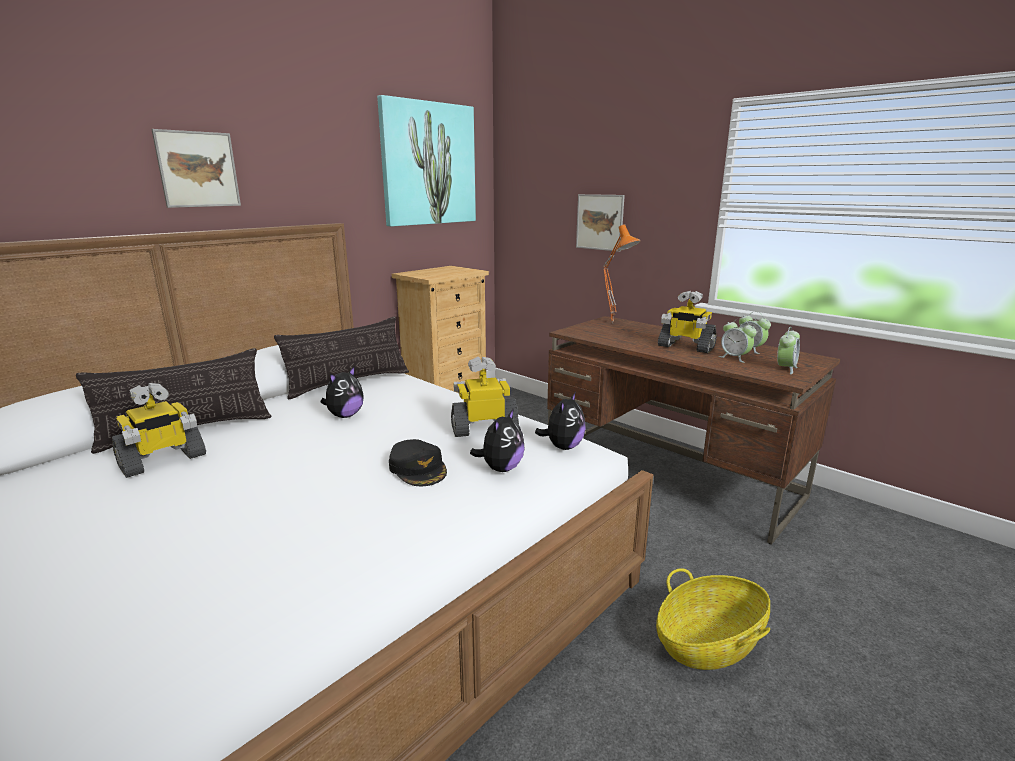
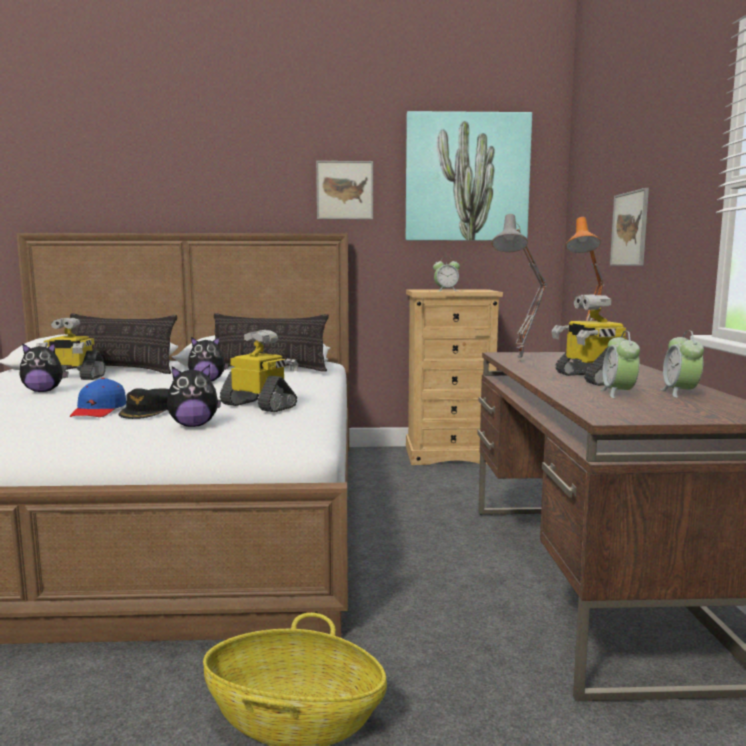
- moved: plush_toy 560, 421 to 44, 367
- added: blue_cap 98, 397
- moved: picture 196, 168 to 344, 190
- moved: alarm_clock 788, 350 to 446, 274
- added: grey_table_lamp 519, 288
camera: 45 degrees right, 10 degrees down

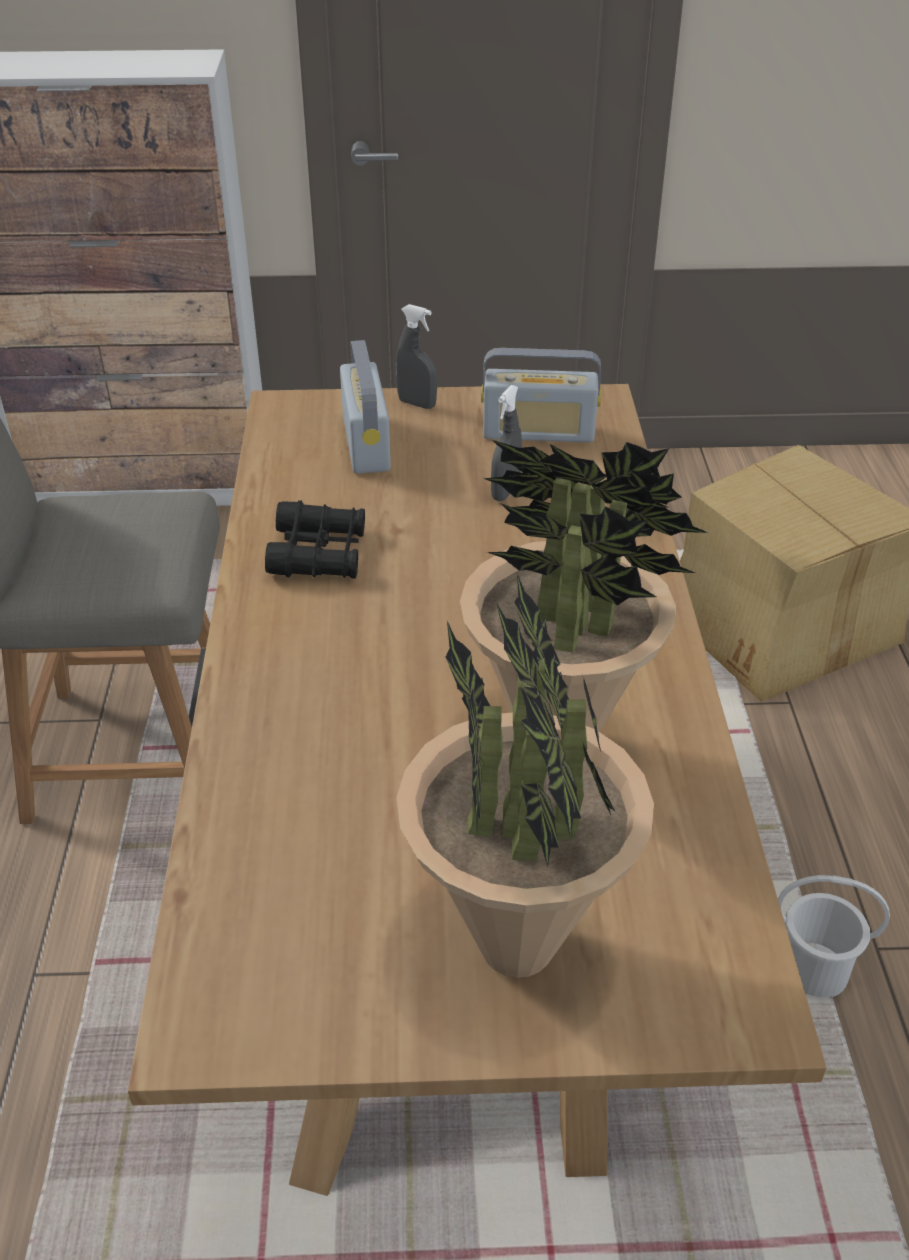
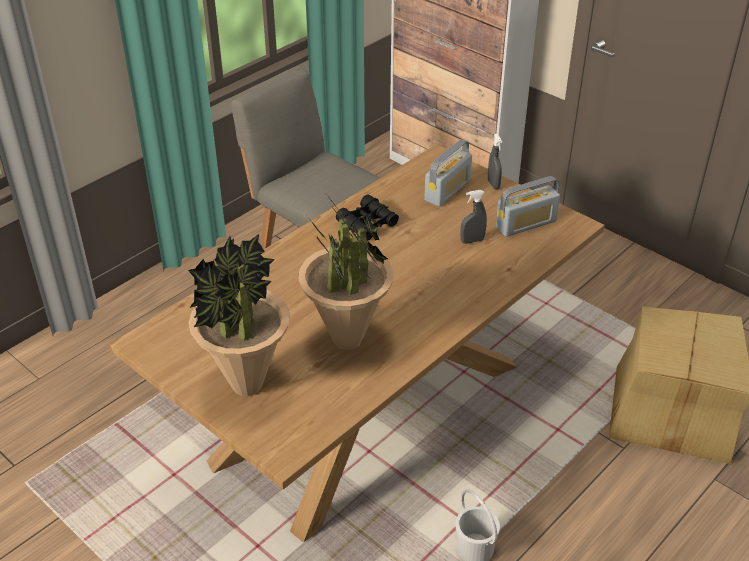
- turned: radio 541, 395 = 528, 206 75 degrees counterclockwise
camera: 45 degrees right, 0 degrees up

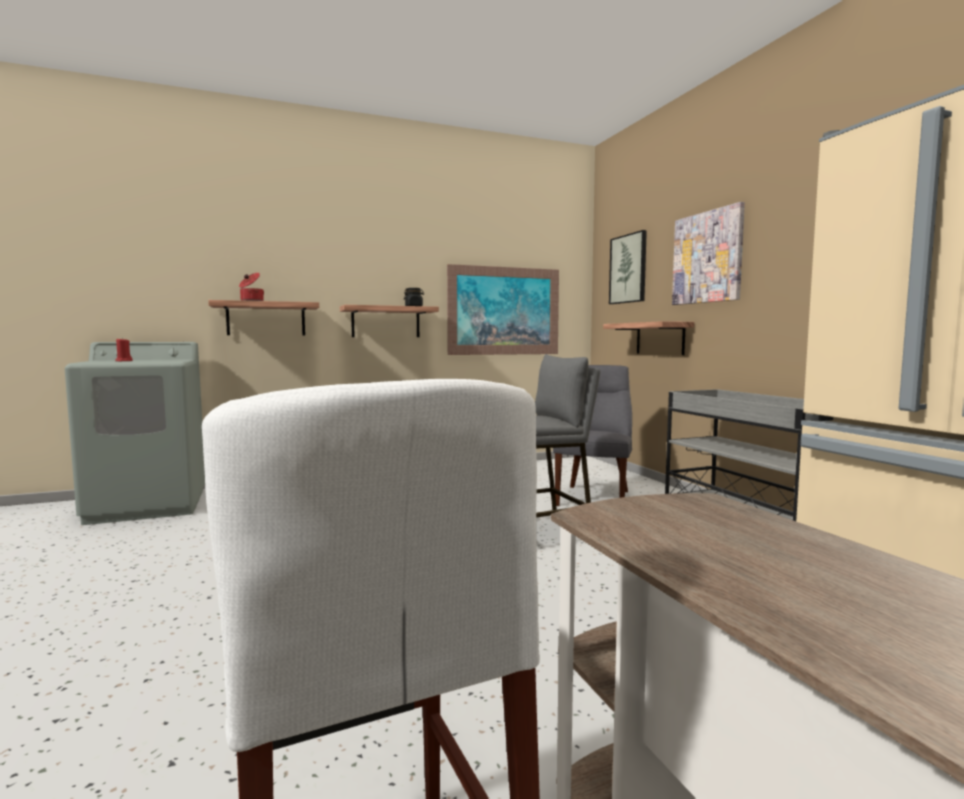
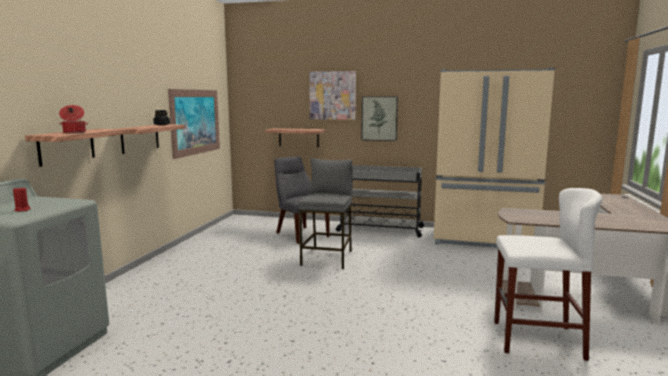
- moved: picture 628, 267 to 379, 118
camera: 55 degrees left, 5 degrees up

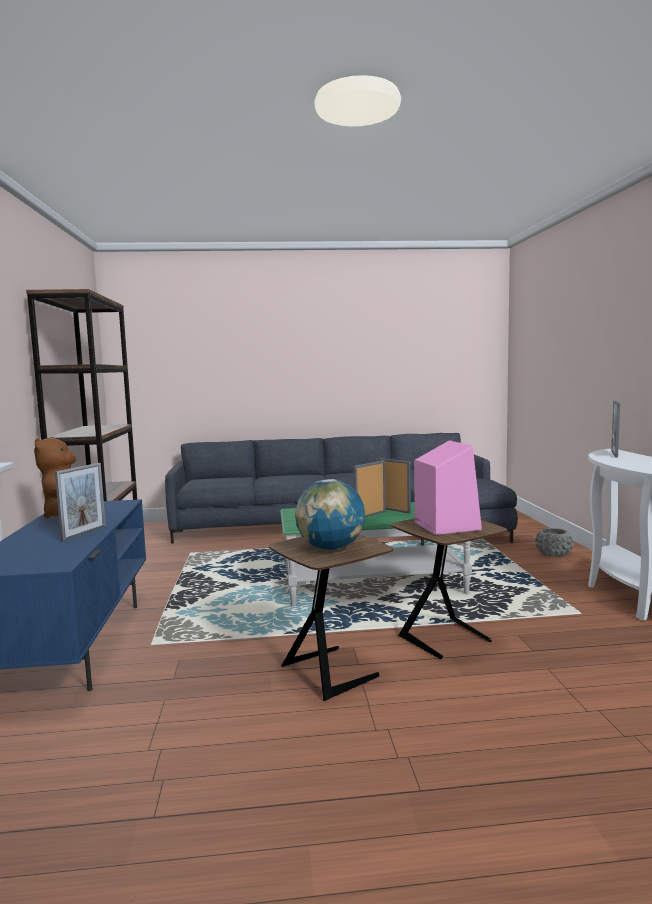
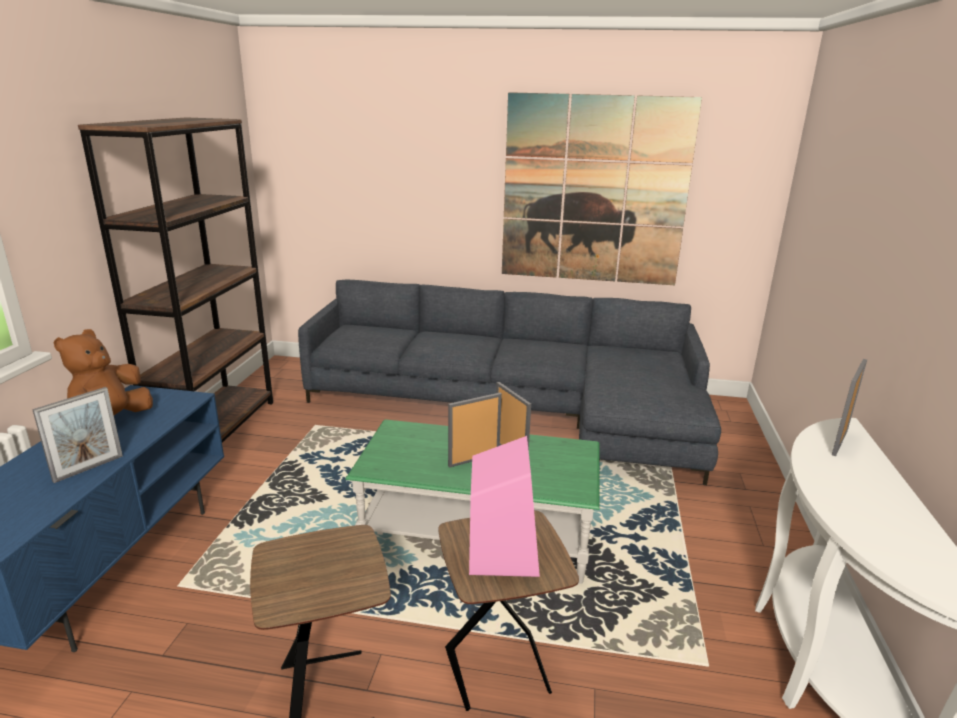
- added: picture 602, 188
- removed: globe 330, 514
- removed: grey_planter 554, 542
camera: 15 degrees right, 15 degrees up

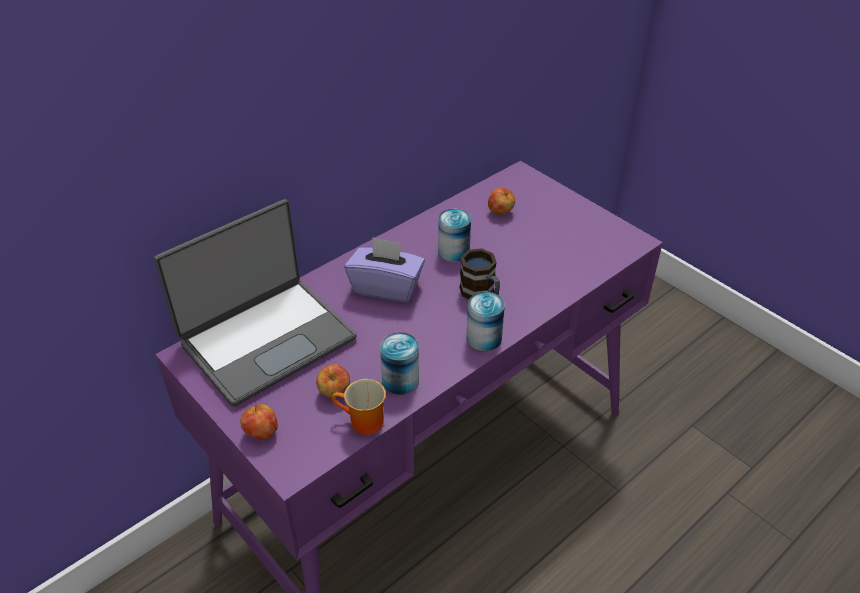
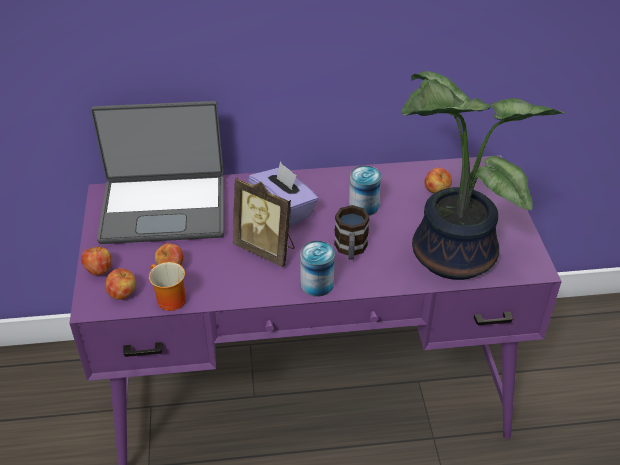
- added: apple 120, 284
- added: picture_frame 264, 222
- added: potted_plant 483, 175
- removed: can 399, 363
camera: 35 degrees right, 0 degrees up

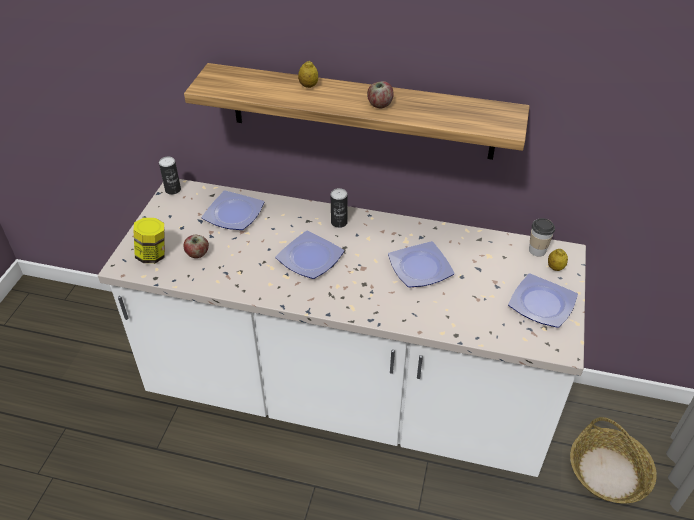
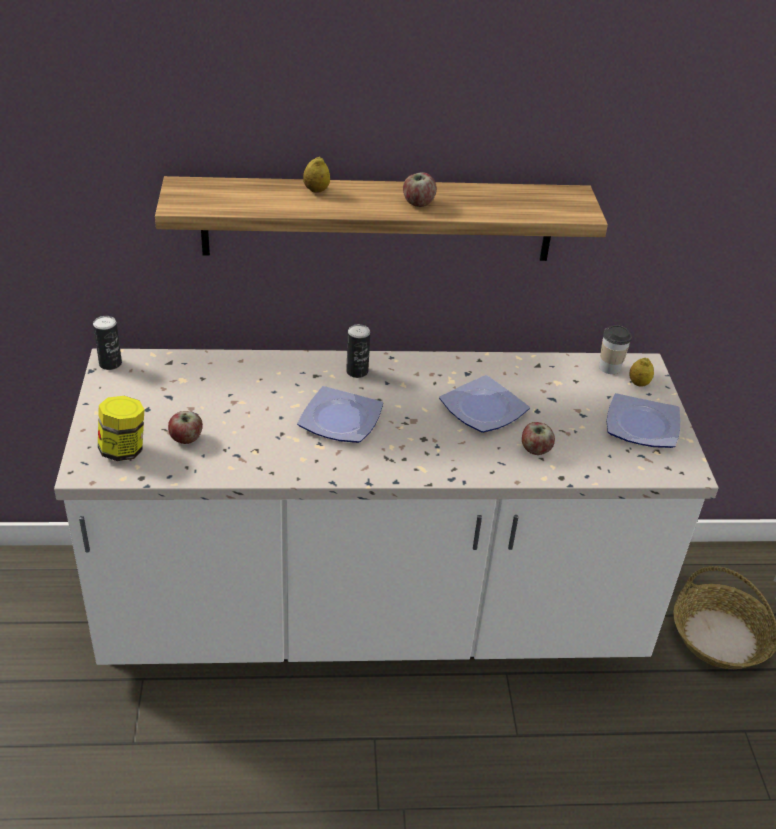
- added: apple 538, 438
- removed: plate 232, 210
camera: 20 degrees left, 5 degrees down

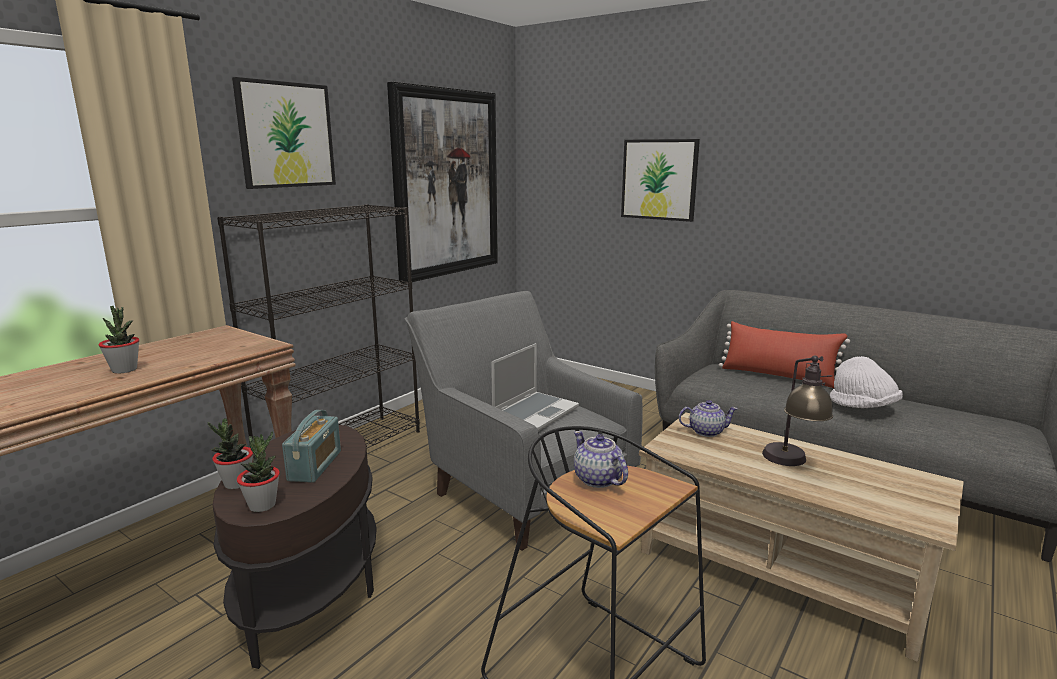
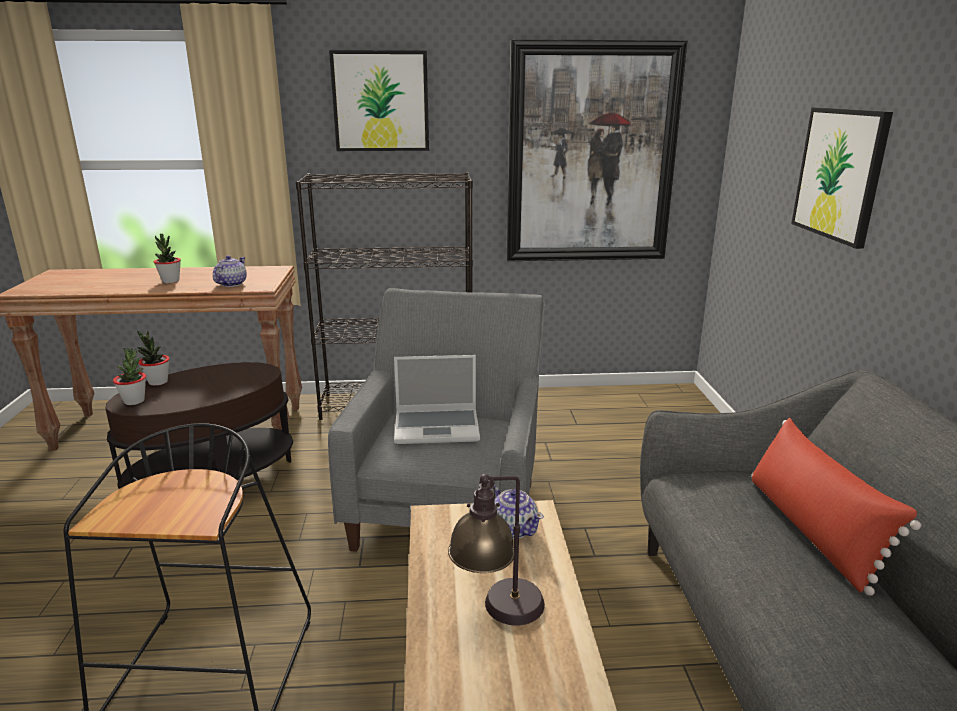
- moved: teapot 601, 459 to 230, 271
- removed: radio 311, 446
- removed: white_hat 866, 382
camera: 50 degrees right, 5 degrees up

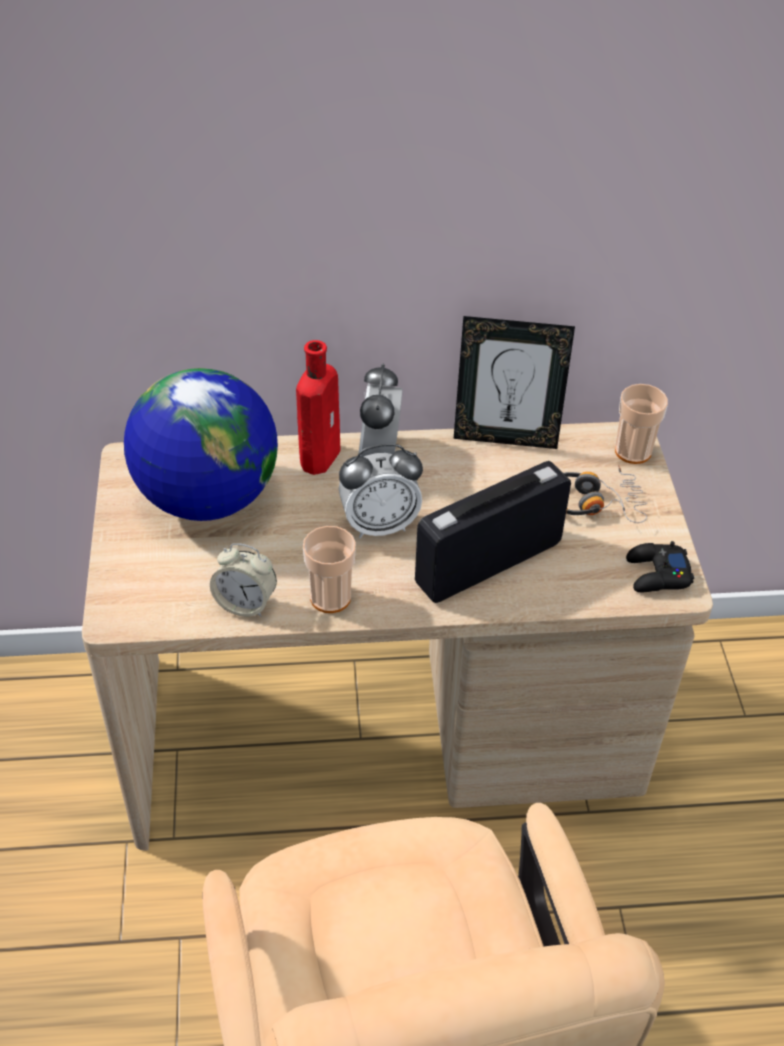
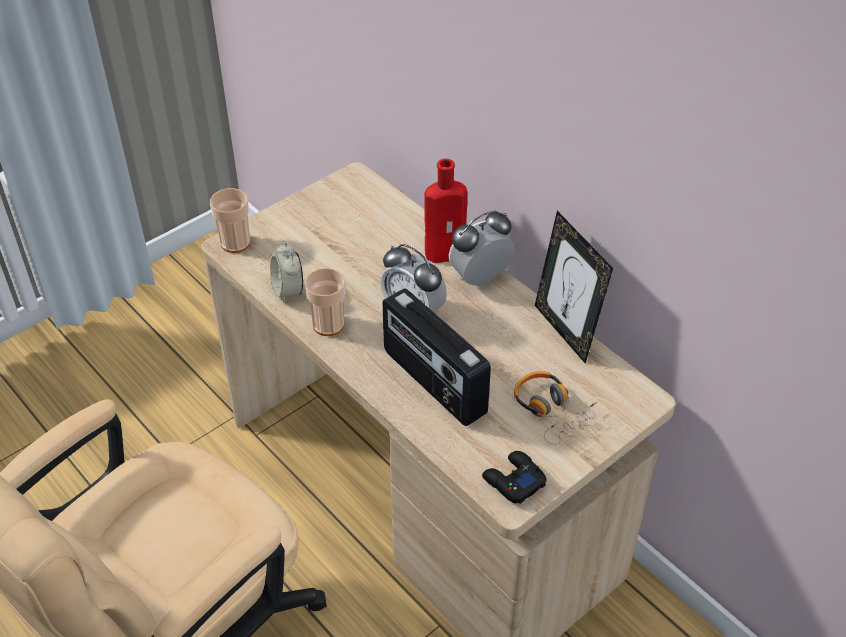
- moved: cup 641, 424 to 230, 220
- turned: radio 493, 532 = 436, 357 150 degrees counterclockwise
- removed: globe 201, 444
camera: 55 degrees right, 0 degrees up

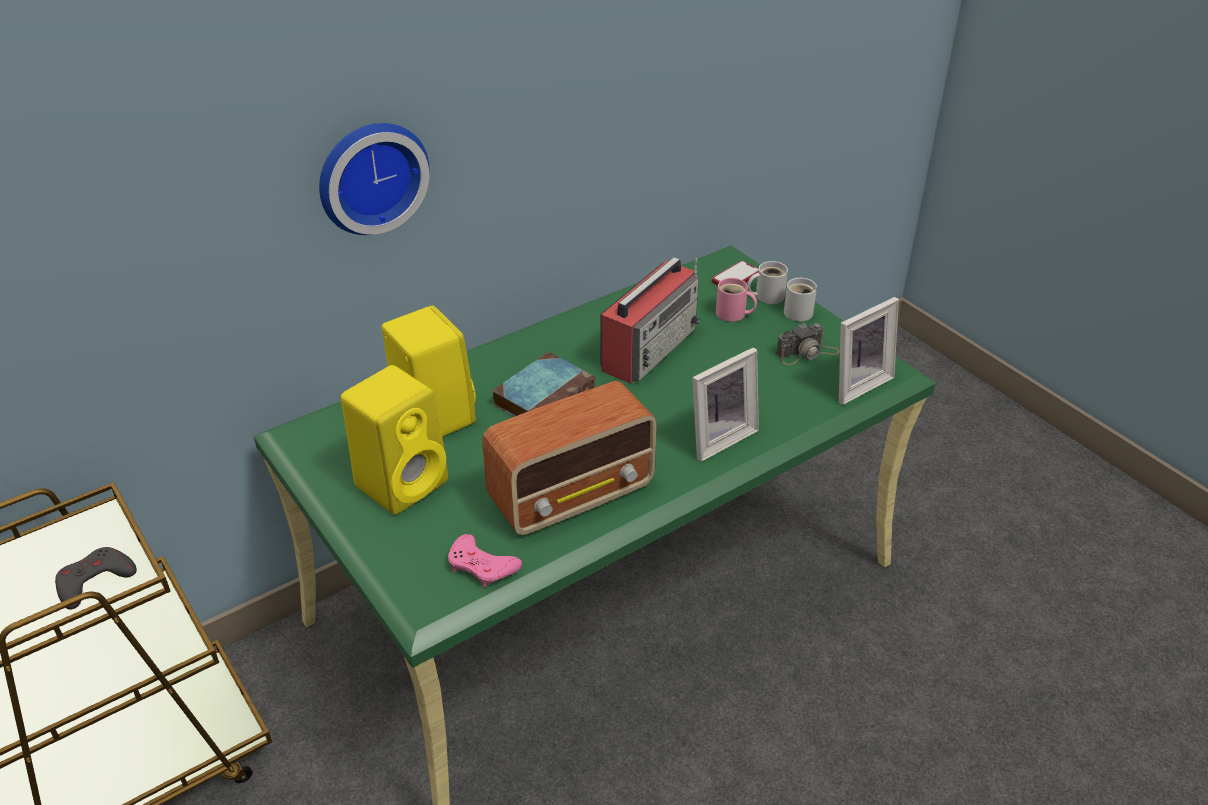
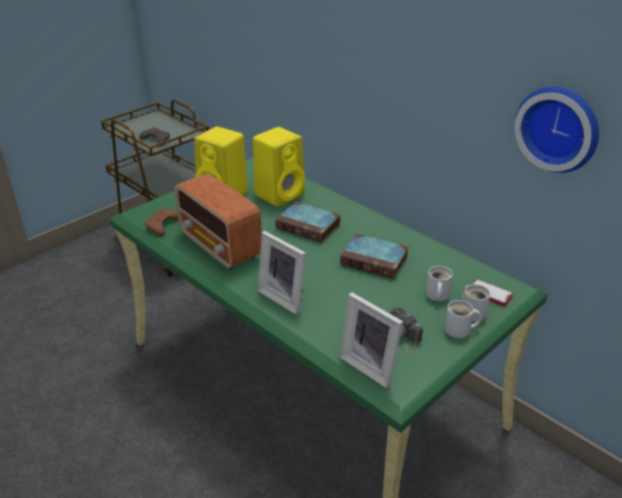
- recoloured: pink_game_controller 485, 561 to brown_game_controller 161, 222
- replaced: radio 650, 320 to book 374, 256
- recoloured: pink_mug 736, 300 to white_mug 439, 283
- moved: wall_clock 374, 179 to 557, 130
camera: 80 degrees right, 5 degrees down

